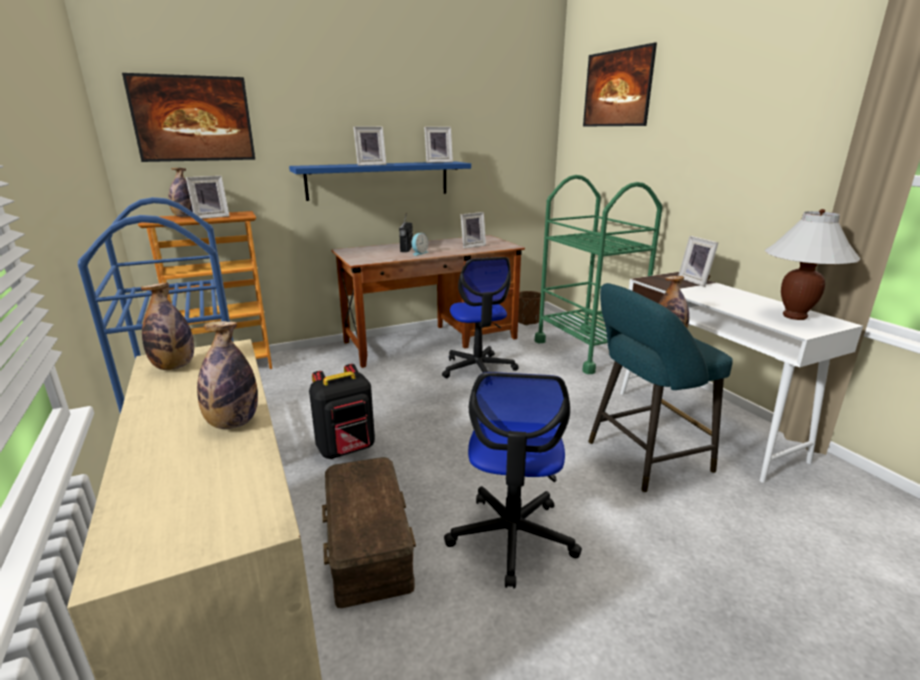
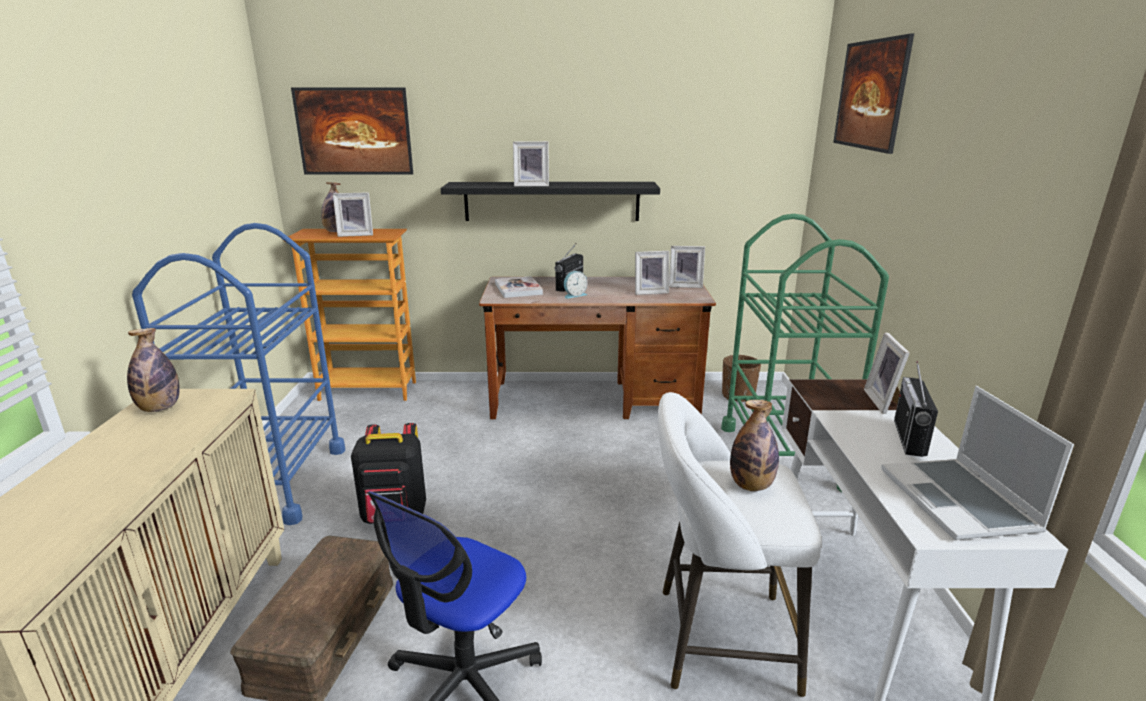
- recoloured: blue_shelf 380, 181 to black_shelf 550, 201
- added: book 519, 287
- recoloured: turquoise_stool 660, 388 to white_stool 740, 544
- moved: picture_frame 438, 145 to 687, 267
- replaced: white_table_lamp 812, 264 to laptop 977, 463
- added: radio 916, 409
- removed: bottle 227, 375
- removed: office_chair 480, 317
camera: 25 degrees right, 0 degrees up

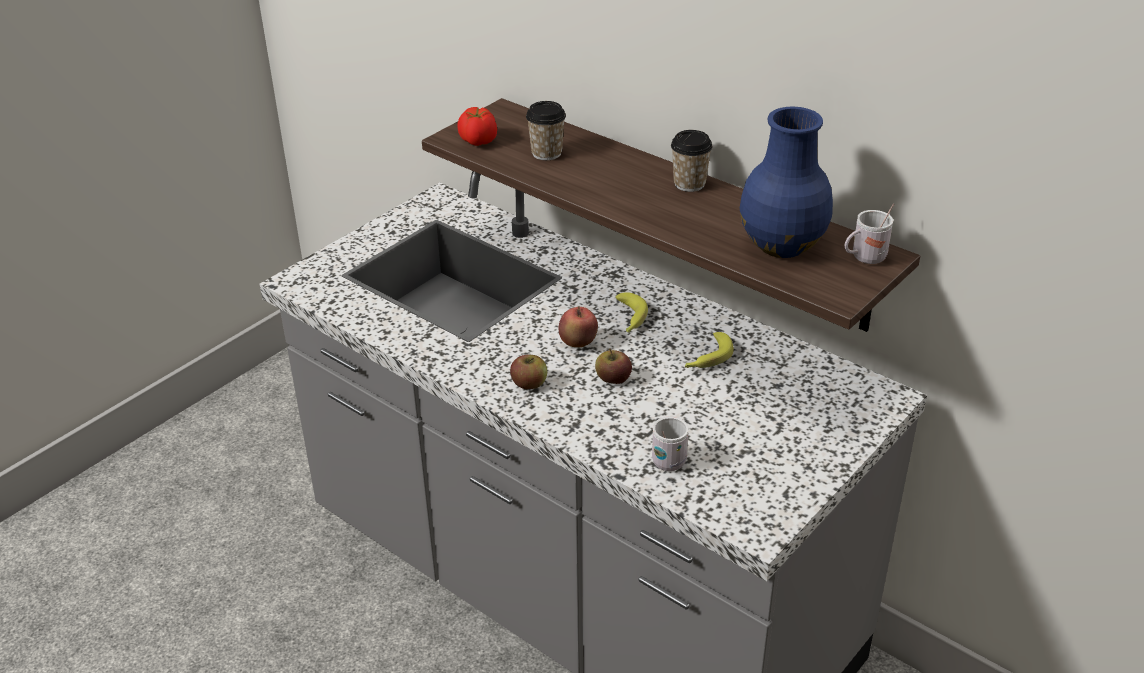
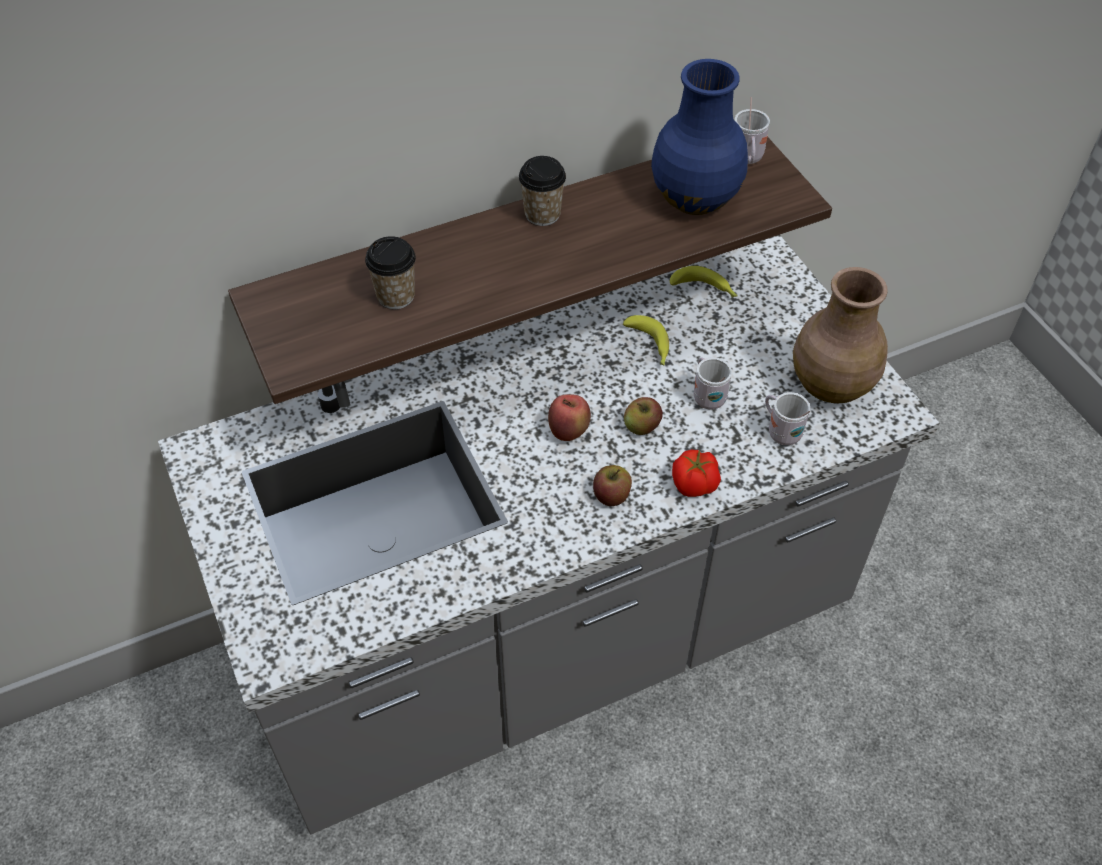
- moved: banana 631, 312 to 704, 281
- moved: tomato 477, 126 to 696, 473
- added: white_mug 713, 383
- added: brown_vase 840, 335
camera: 65 degrees left, 15 degrees up

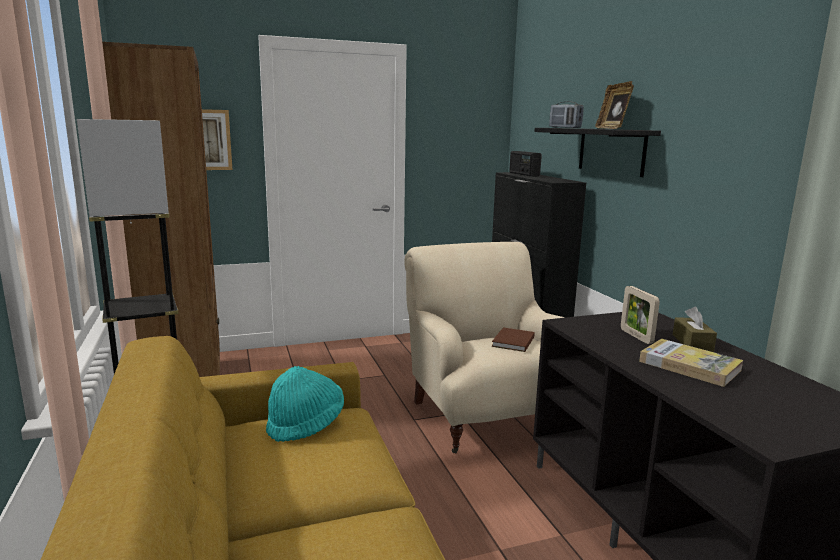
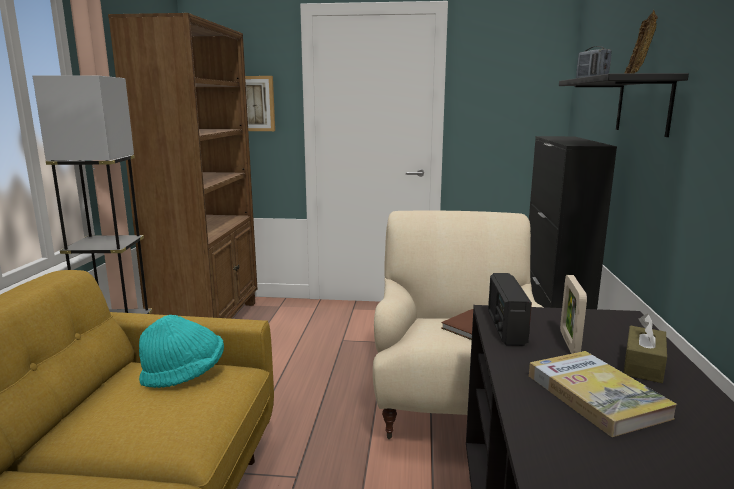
- moved: radio 525, 164 to 510, 309
camera: 25 degrees right, 0 degrees up

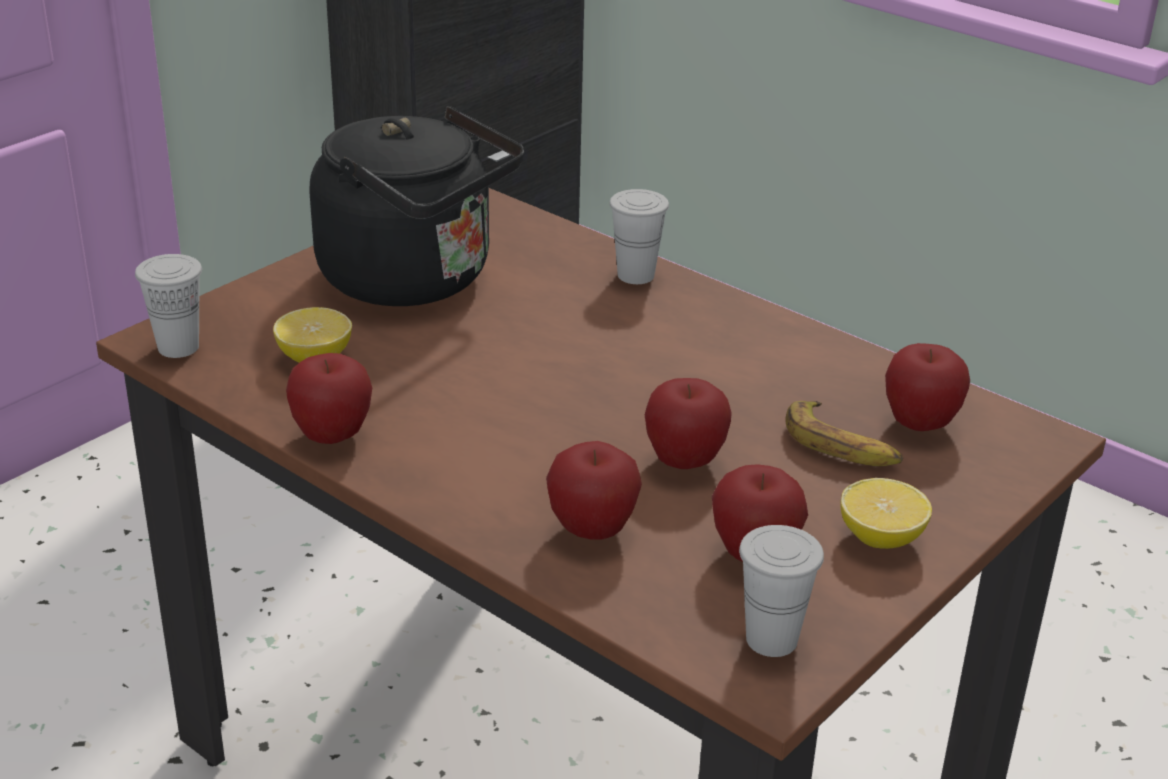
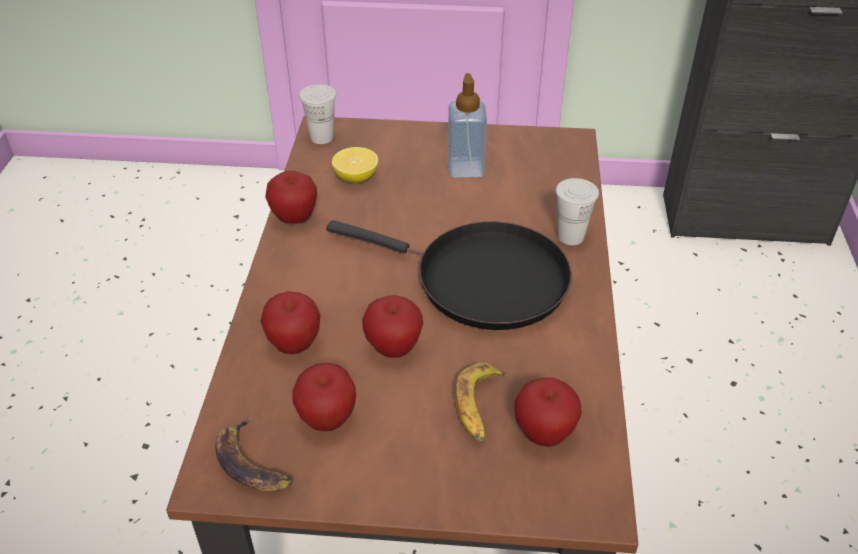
- replaced: white_cup 781, 591 to banana 254, 454
- added: black_frying_pan 449, 275
- replaced: black_kettle 417, 206 to soap_dispenser 467, 125
- removed: lemon 886, 513
camera: 55 degrees right, 10 degrees up

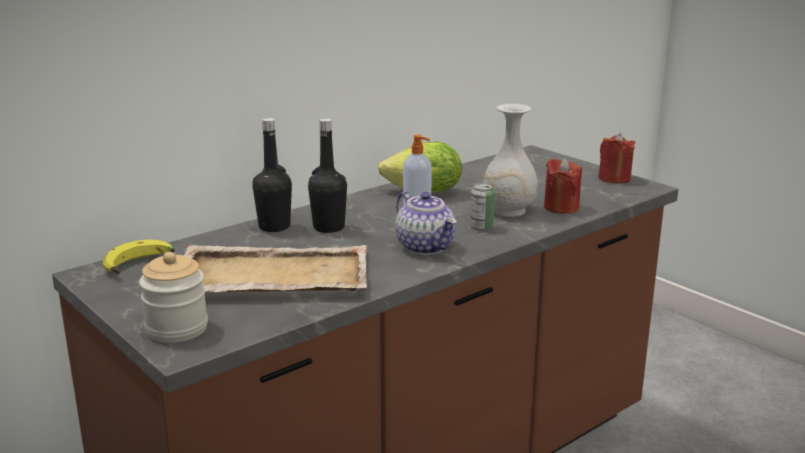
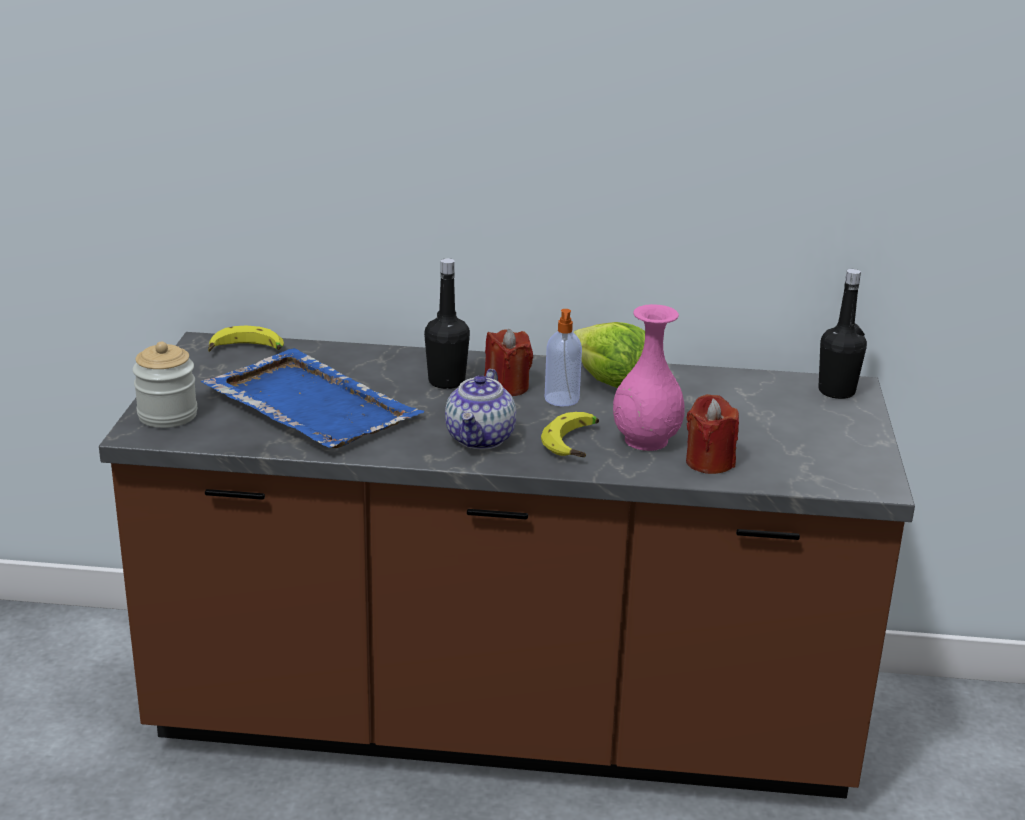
- recoloured: beige_tray 275, 268 to blue_tray 312, 398
- moved: red_candle 616, 158 to 508, 362
- replaced: can 482, 207 to banana 570, 434
- recoloured: white_vase 510, 160 to pink_vase 649, 377
- moved: black_bottle 272, 175 to 843, 334
camera: 45 degrees right, 5 degrees up

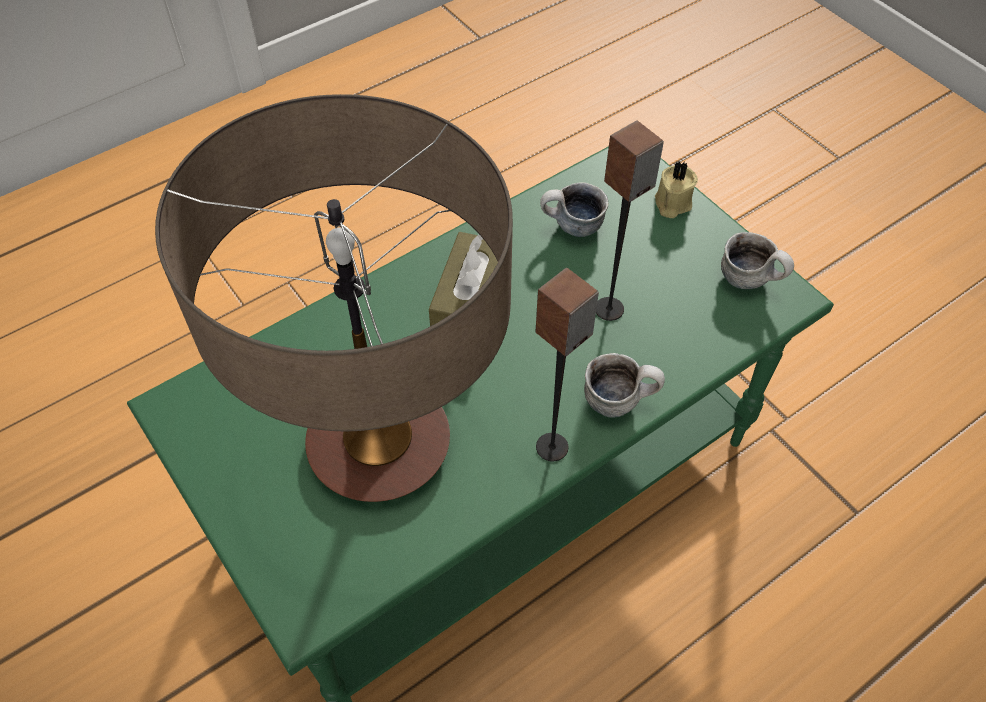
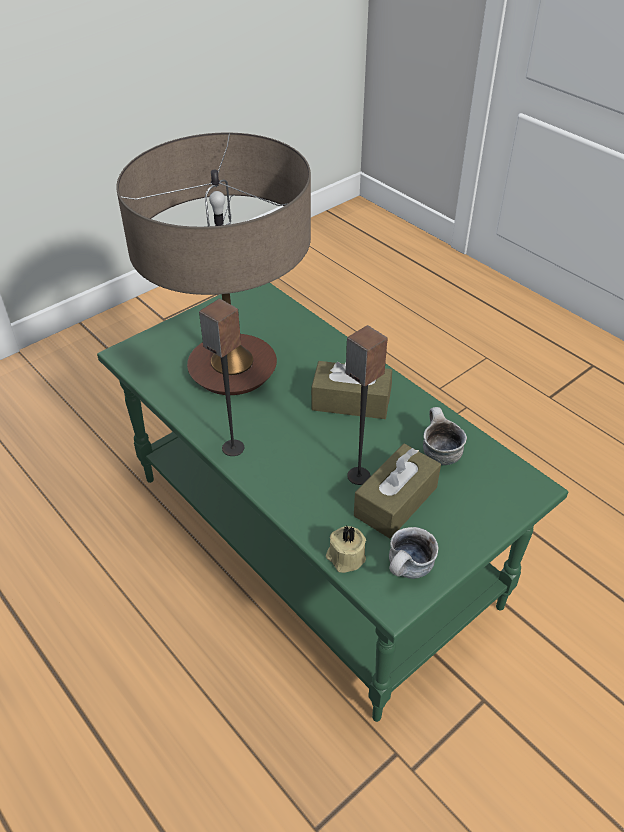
- moved: beige_candle 676, 189 to 346, 549
- added: brown_tissue_box 397, 491
- removed: mug 624, 385
camera: 85 degrees right, 10 degrees down

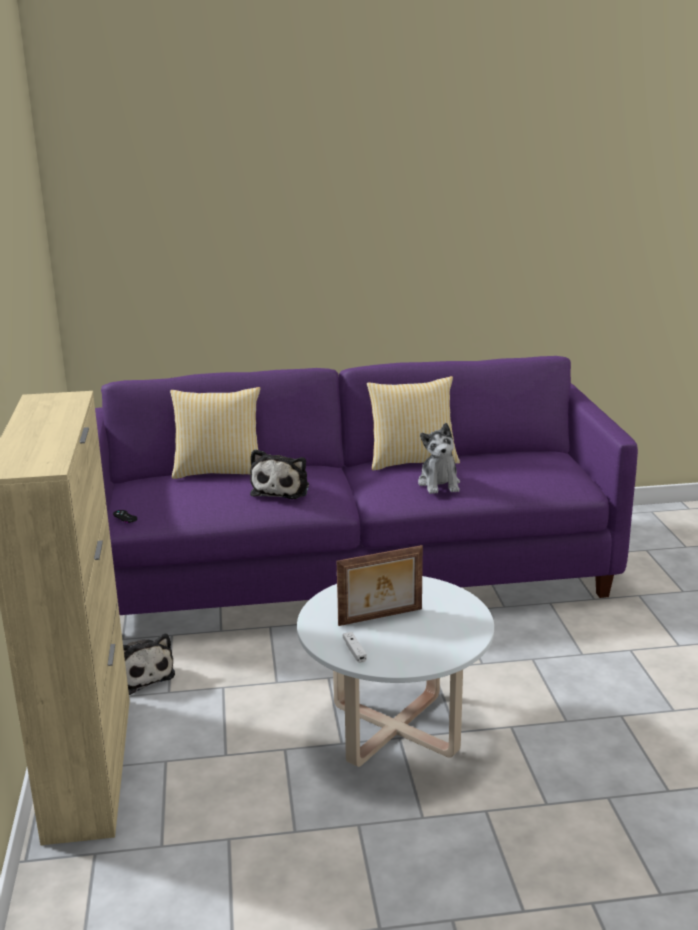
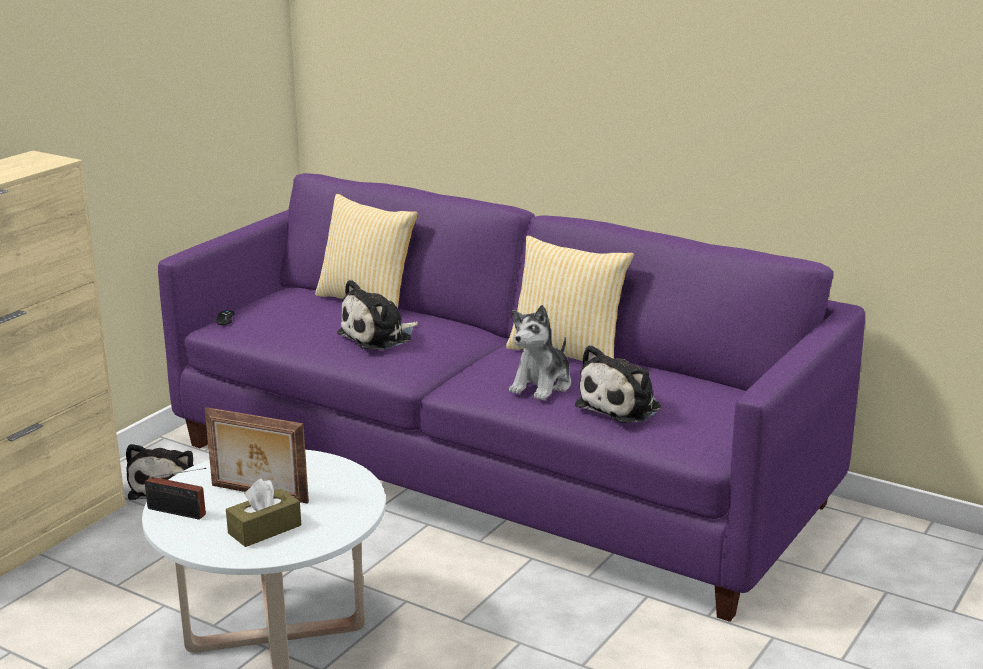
- replaced: white_game_controller 355, 647 to radio 175, 494
- added: brown_tissue_box 263, 513
- added: plush_toy 618, 384
camera: 40 degrees right, 0 degrees up

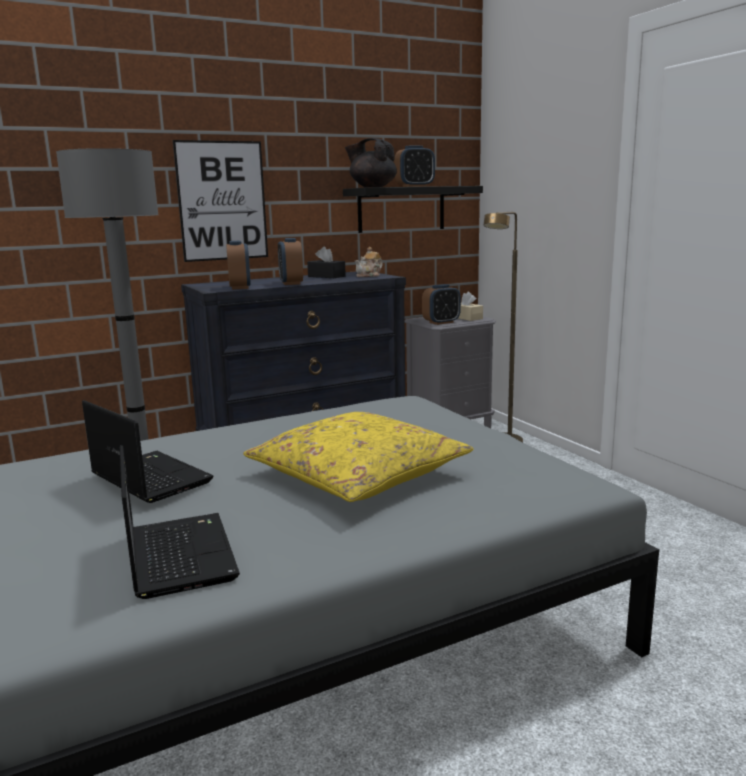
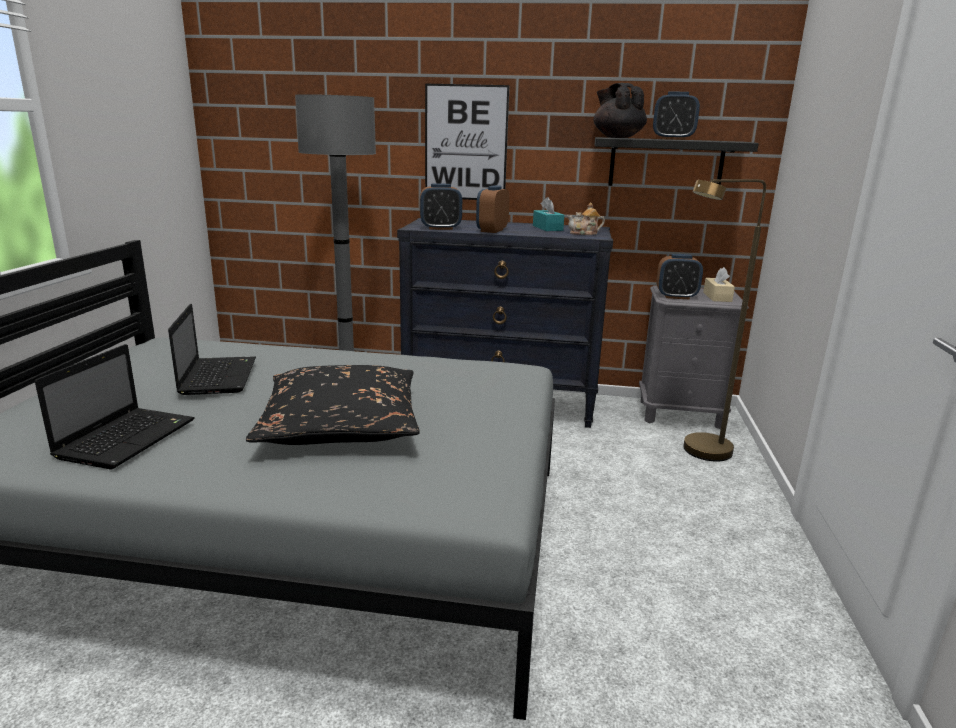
- recoloured: yellow_pillow 358, 457 to black_pillow 333, 405
- turned: alarm_clock 238, 265 = 441, 206 60 degrees clockwise
- recoloured: black_tissue_box 326, 262 to turquoise_tissue_box 548, 214
camera: 35 degrees right, 5 degrees up

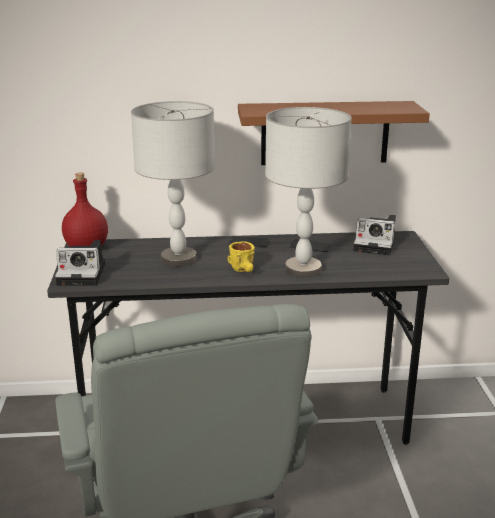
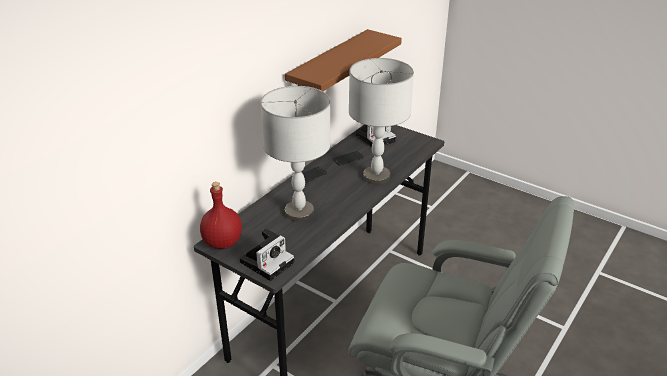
- removed: yellow_mug 241, 257
camera: 50 degrees left, 10 degrees up

